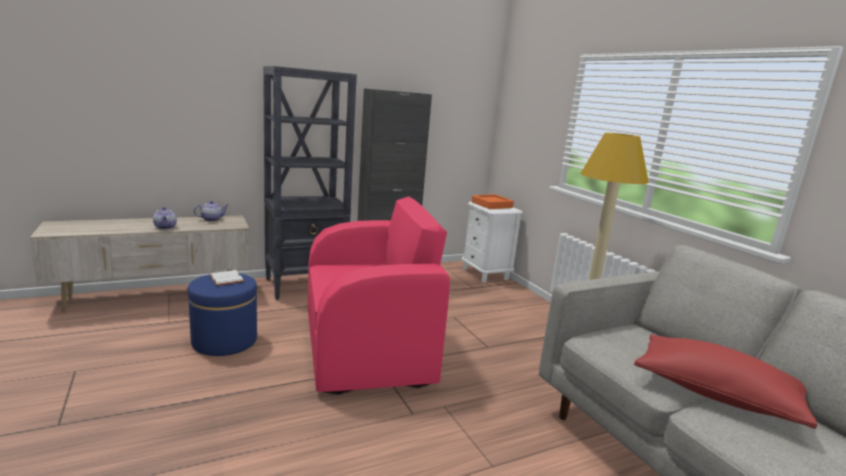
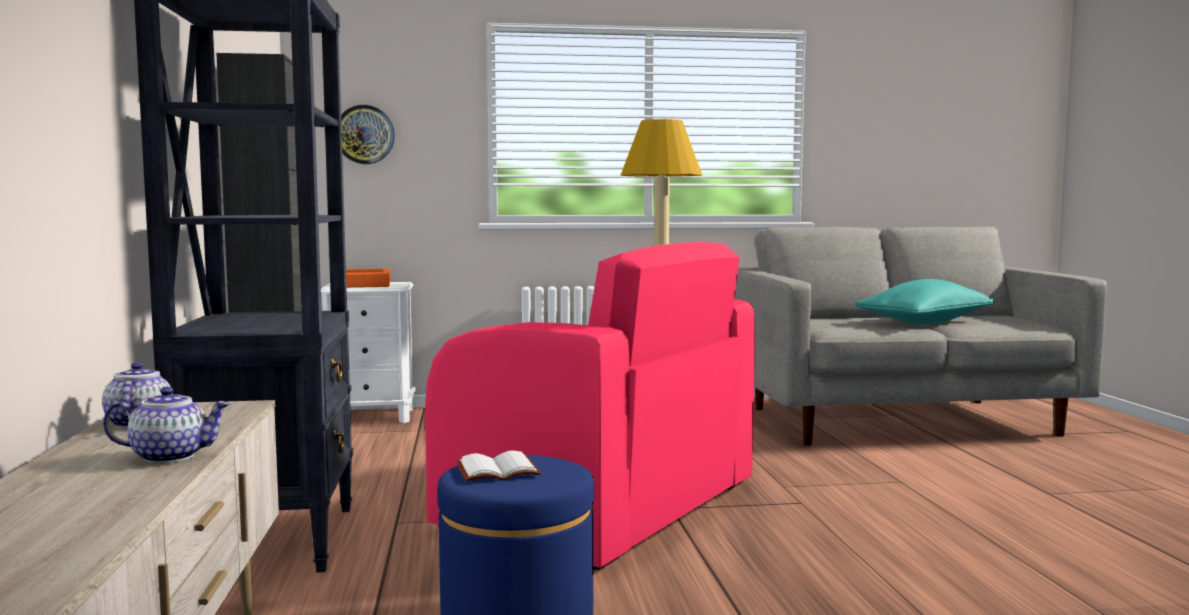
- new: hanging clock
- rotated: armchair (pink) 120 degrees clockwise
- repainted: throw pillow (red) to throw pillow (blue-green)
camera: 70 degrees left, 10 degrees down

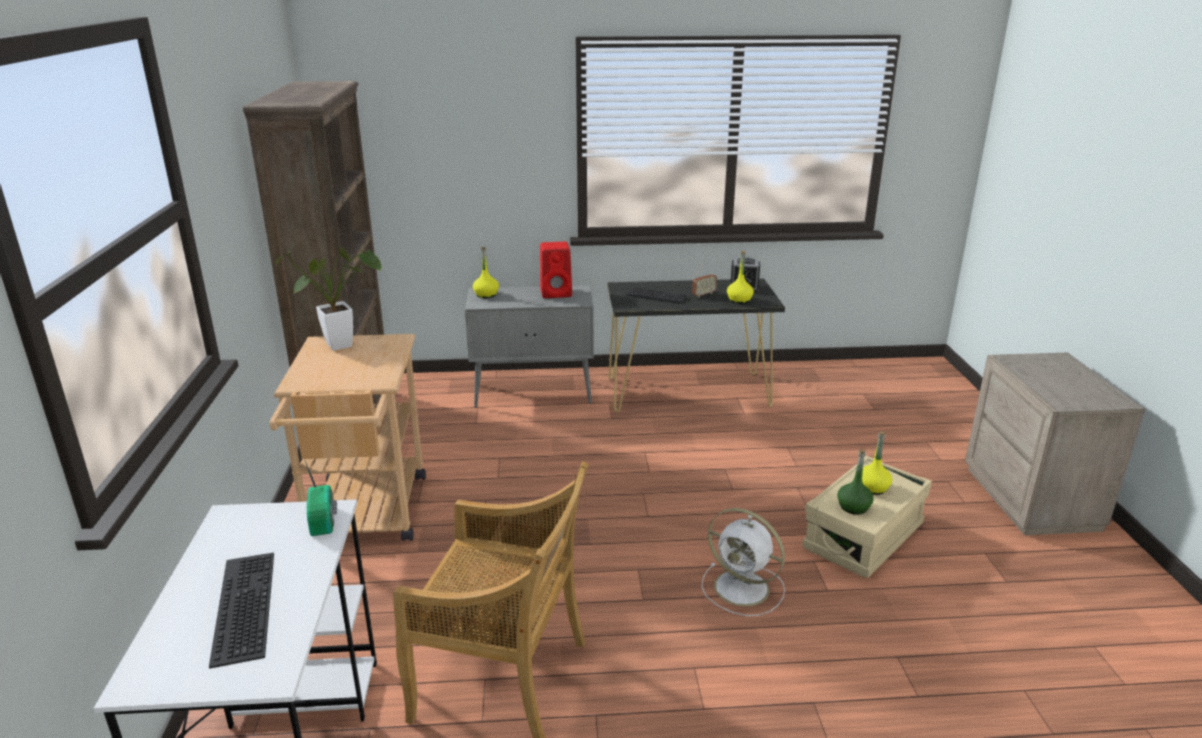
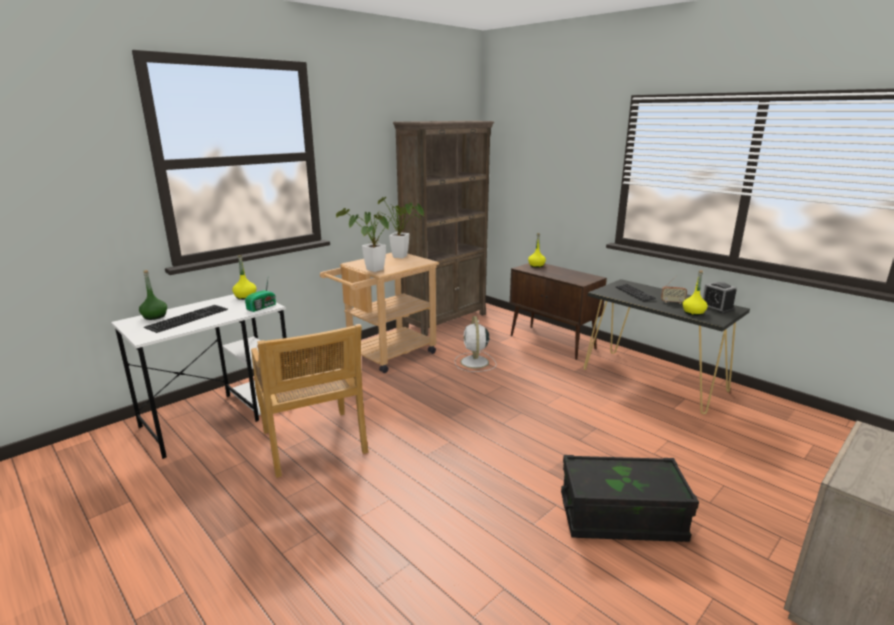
- shifted: drink bottle (green-coloured)
- shifted: drink bottle (yellow-coloured) (no. 3 from left in the first image) to drink bottle (yellow-coloured) (no. 1 from left)
- new: plant in a pot (no. 1 from left)
- shifted: cooling fan (white-coloured)
- repainted: cupboard (gray) to cupboard (brown)
- repainted: storage container (sand-coloured) to storage container (blackish)
- gone: audio speaker (red)
camera: 50 degrees right, 5 degrees down

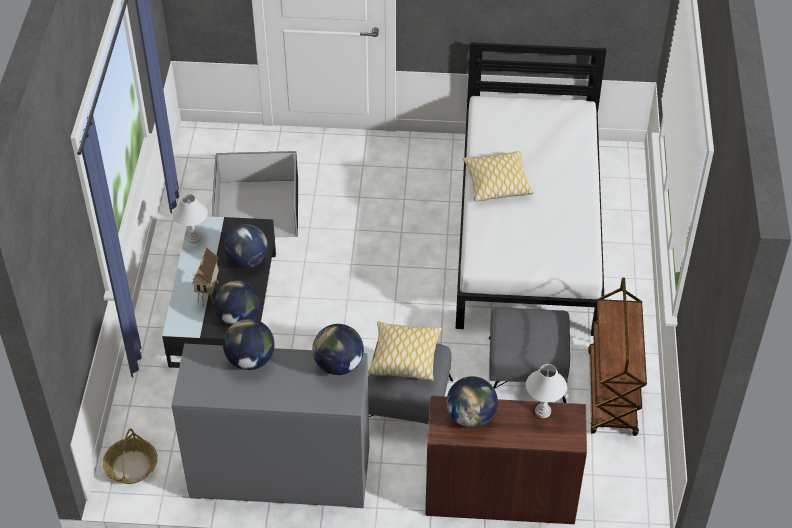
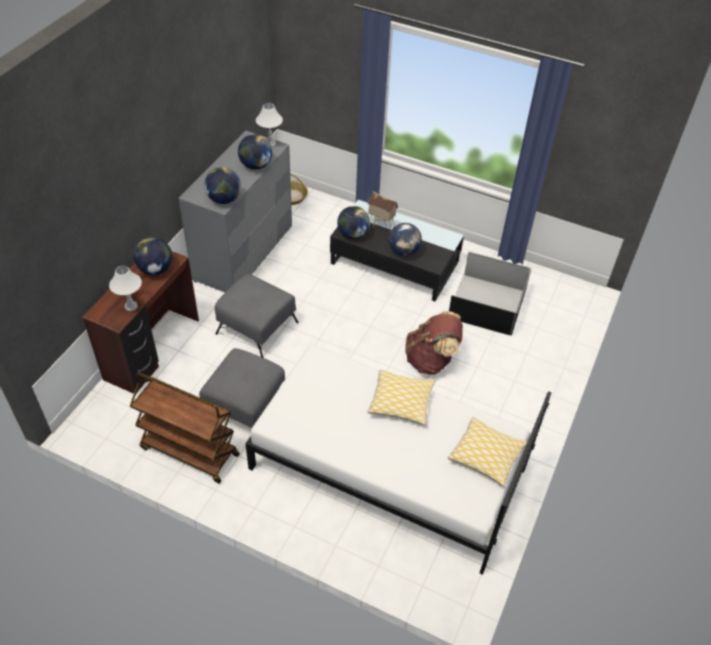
- shifted: table lamp (white-coloured) (no. 1 from left in the first image) to table lamp (white-coloured) (no. 2 from left)
- new: knapsack (brown)
- shifted: throw pillow (no. 1 from left in the first image) to throw pillow (no. 2 from left)
camera: 110 degrees right, 0 degrees up

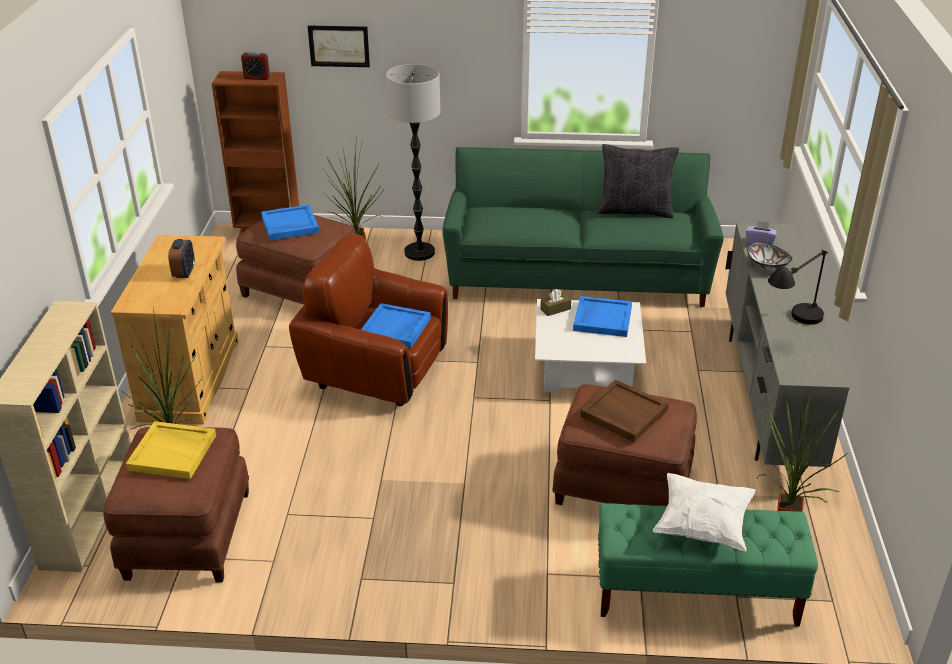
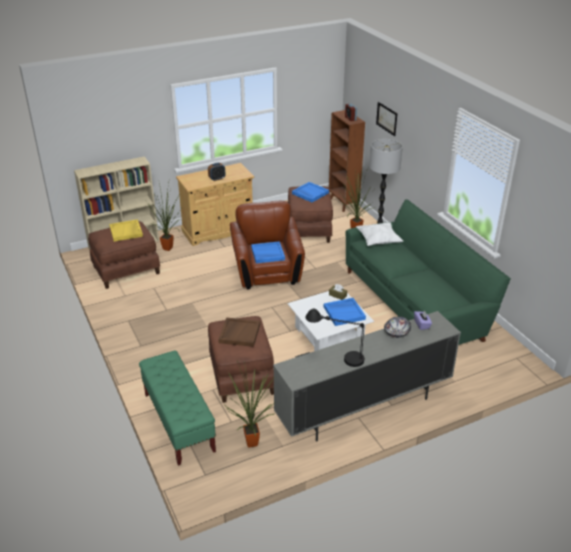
- shifted: throw pillow (white-coloured)
- gone: throw pillow (blackish)
camera: 60 degrees right, 0 degrees up

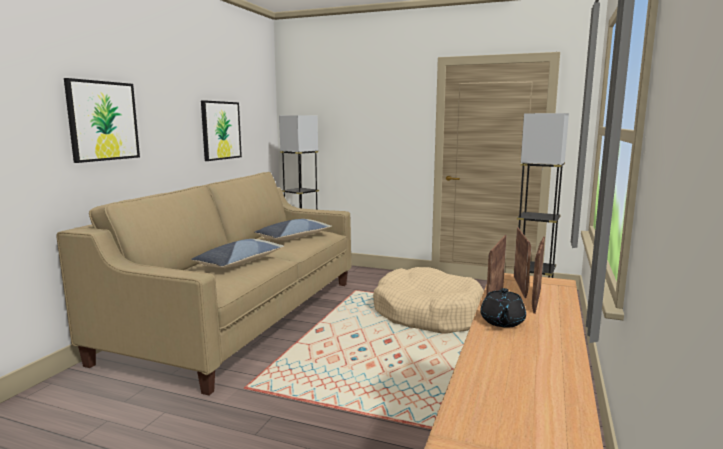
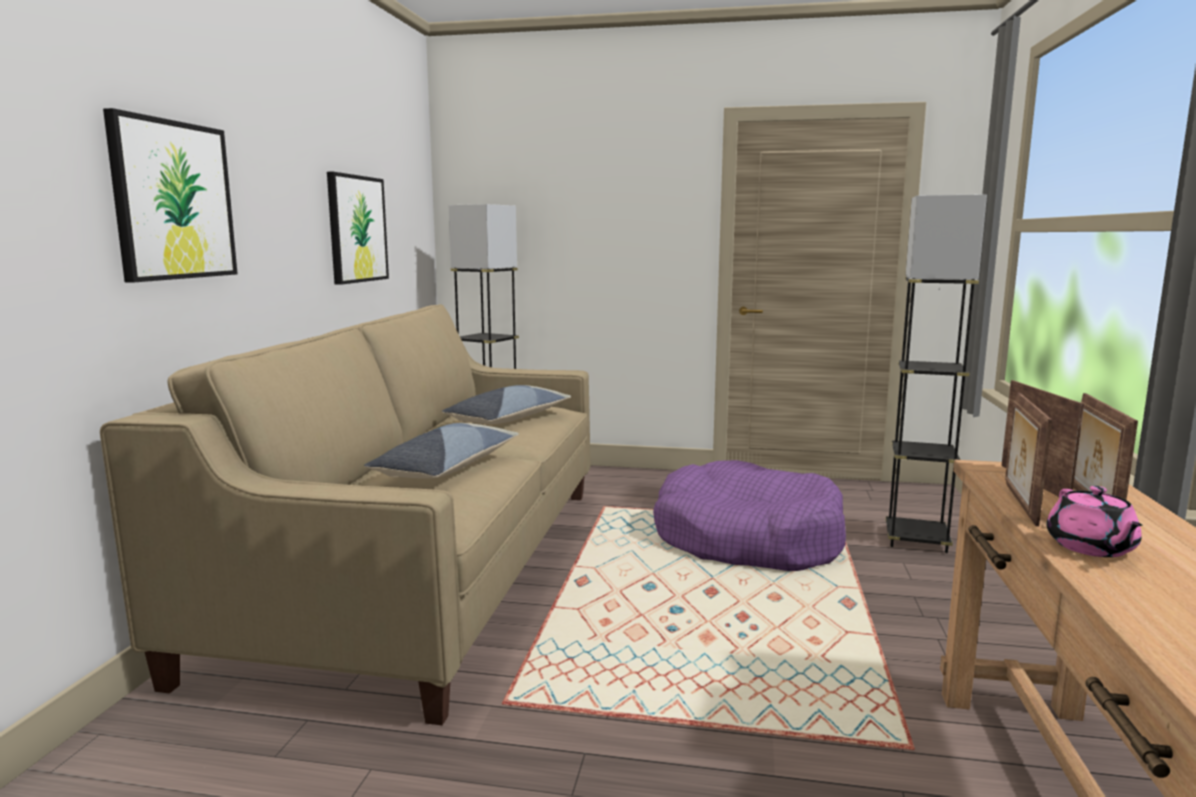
- repainted: dog bed (sand-coloured) to dog bed (purple-coloured)
- repainted: tea pot (blackish) to tea pot (pink)
camera: 10 degrees left, 0 degrees up

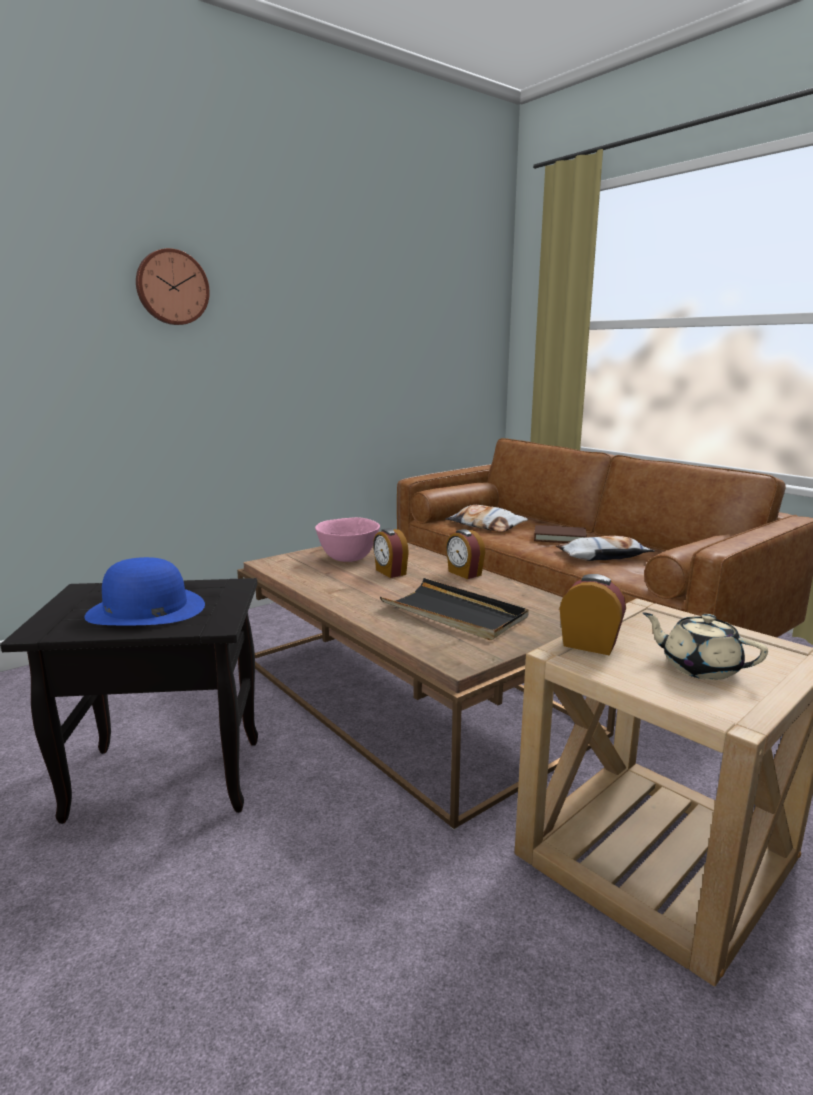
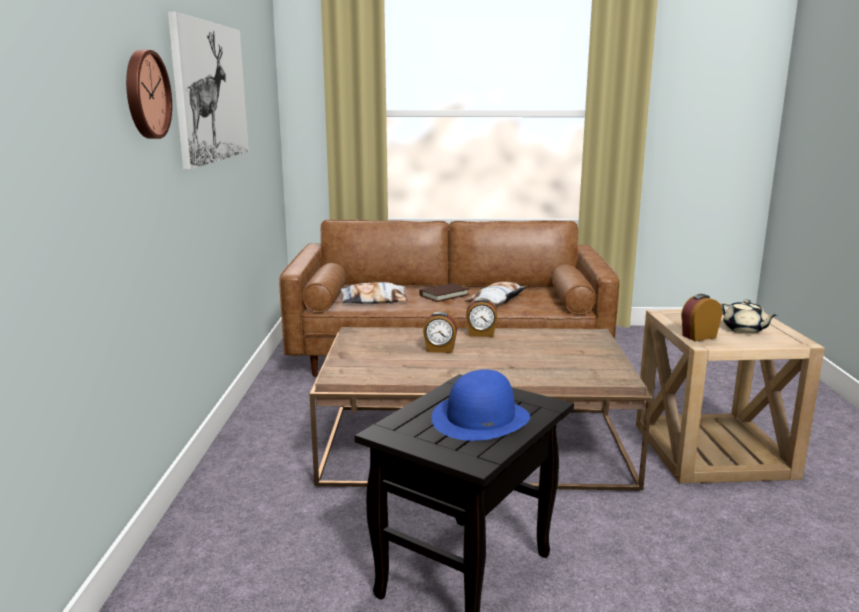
- new: wall picture
- rotated: tea pot (sand-coloured) 105 degrees counterclockwise
- gone: serving bowl (pink)
- gone: tray (blackish)
camera: 50 degrees left, 0 degrees up

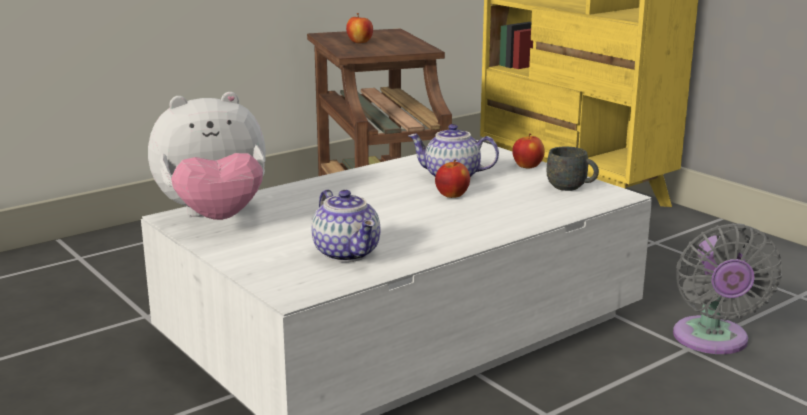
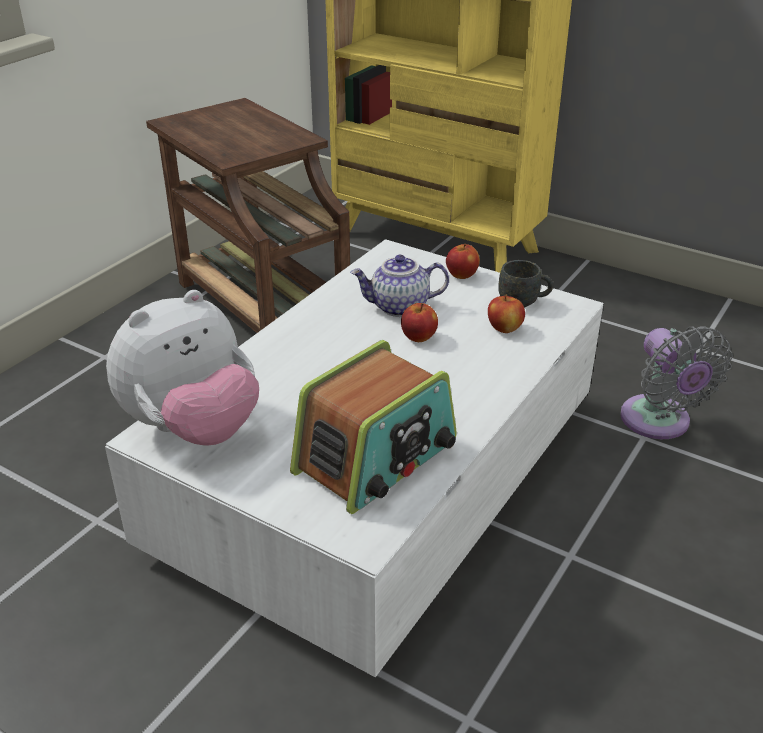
- swapped: tea pot (no. 1 from left) to radio
- shifted: apple fruit (no. 1 from left in the first image) to apple fruit (no. 3 from left)
camera: 20 degrees left, 15 degrees up

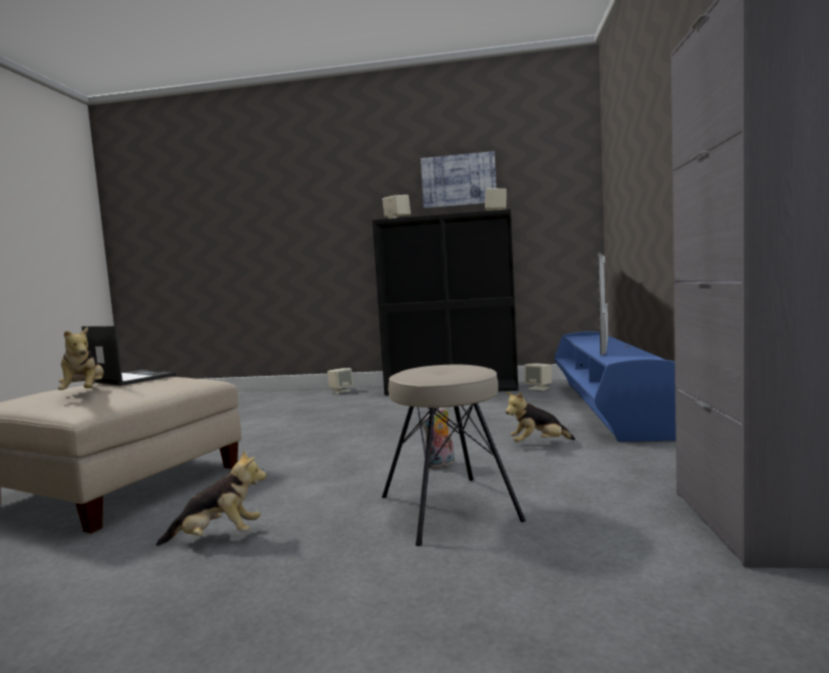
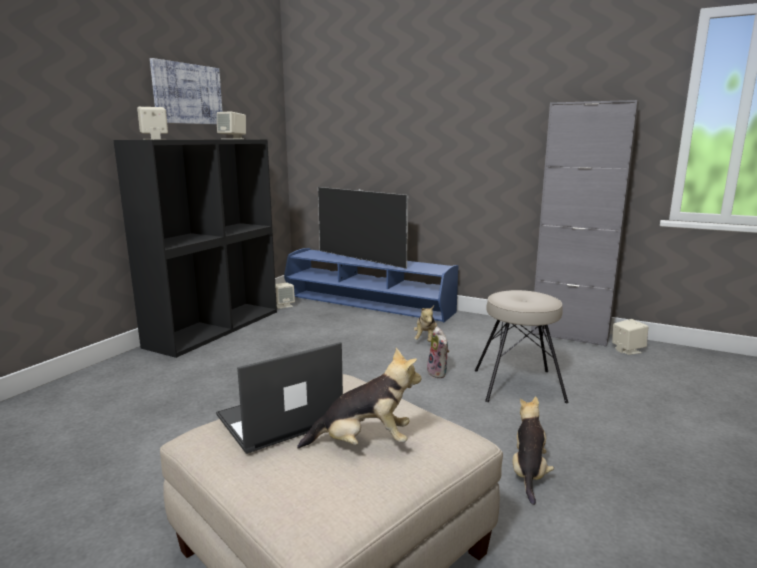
- shifted: audio speaker (sand-coloured) (no. 1 from left in the first image) to audio speaker (sand-coloured) (no. 4 from left)
camera: 70 degrees left, 10 degrees up

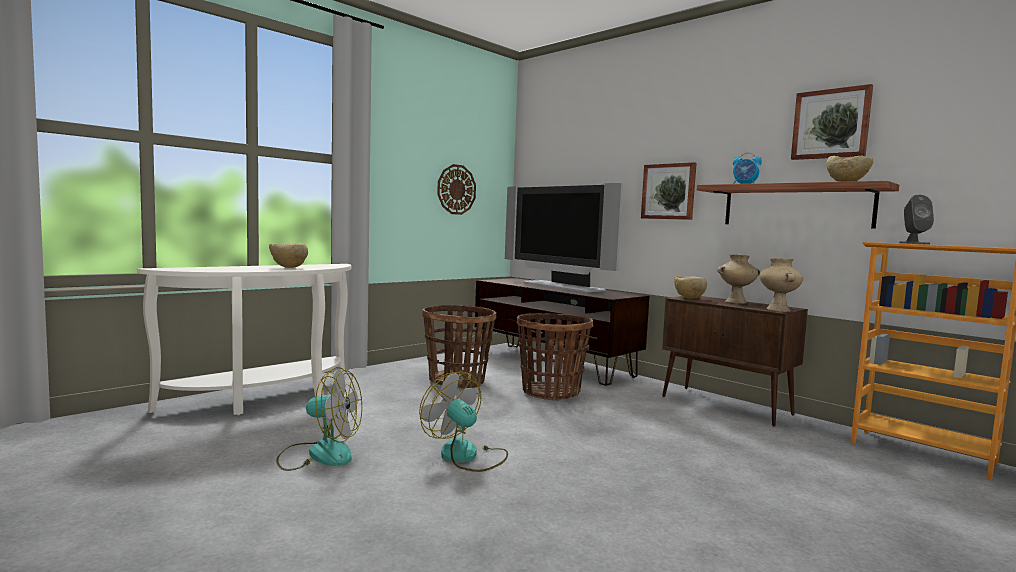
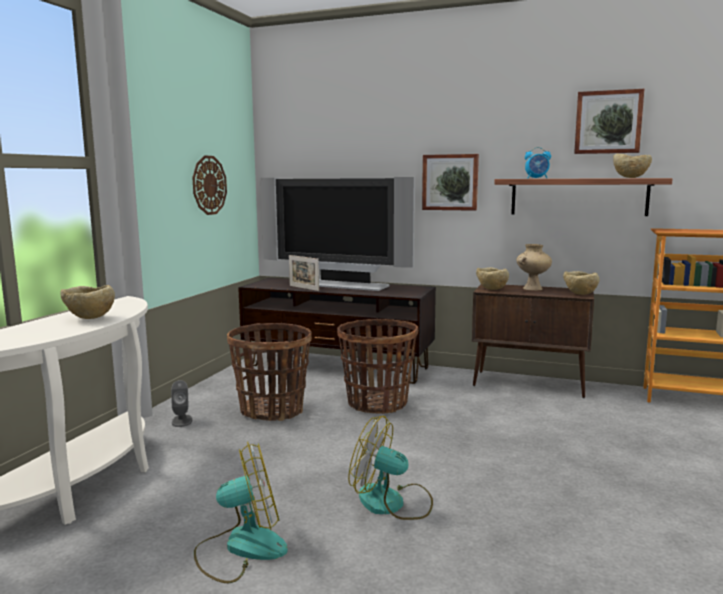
- shifted: audio speaker (gray)
- new: photo frame
- swapped: flower vase (sand-coloured) (no. 2 from left) to serving bowl (sand-coloured) (no. 3 from left)
camera: 25 degrees left, 5 degrees up

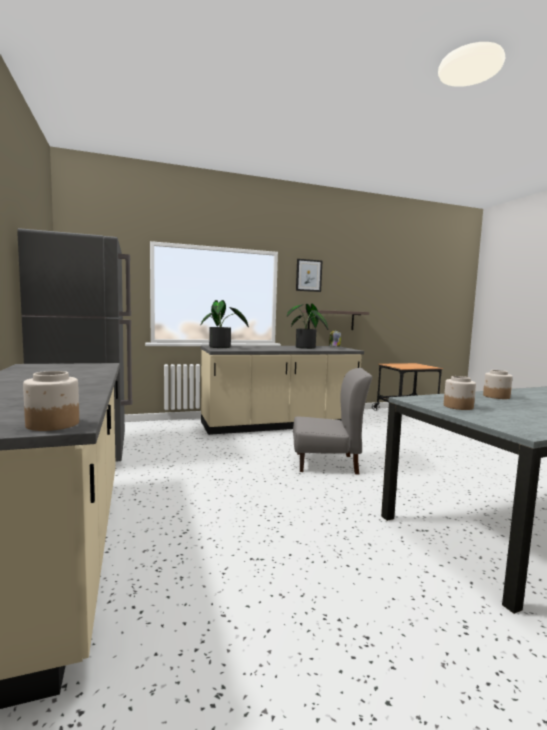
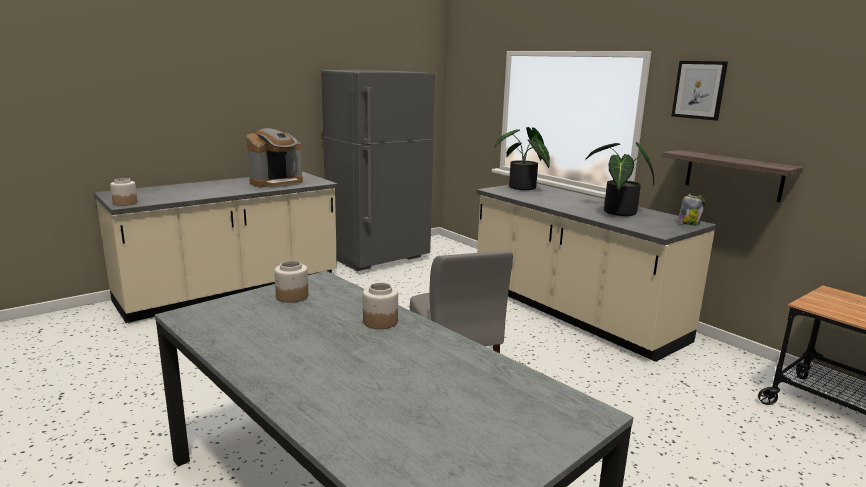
- new: coffee machine
camera: 70 degrees right, 10 degrees up

